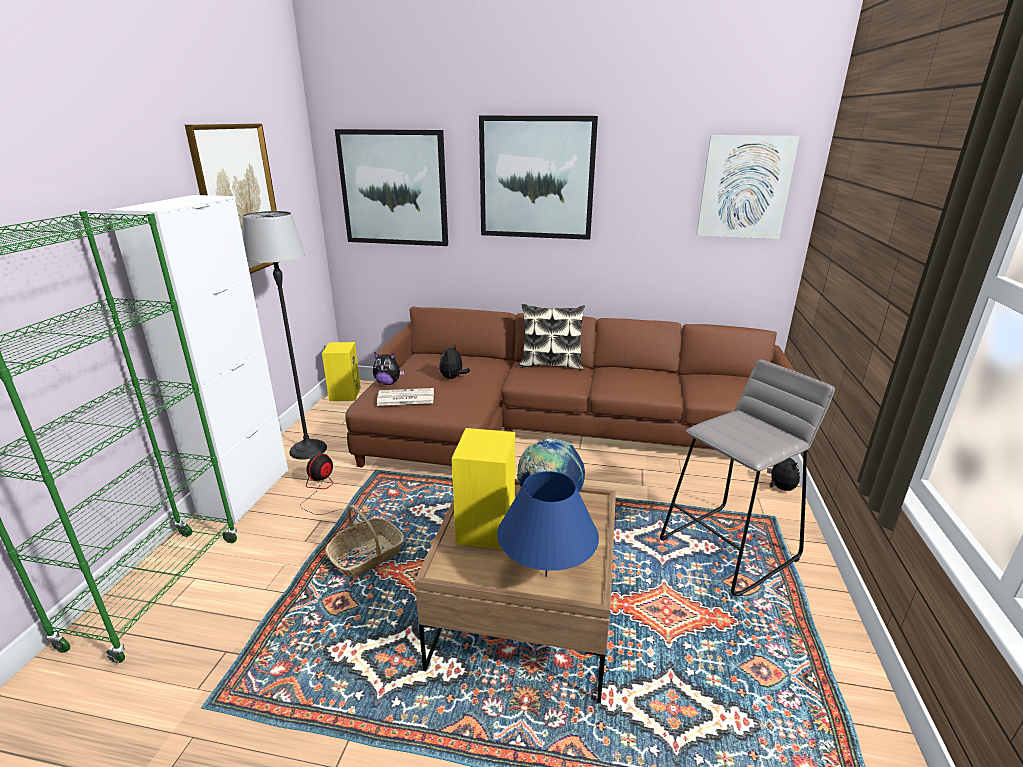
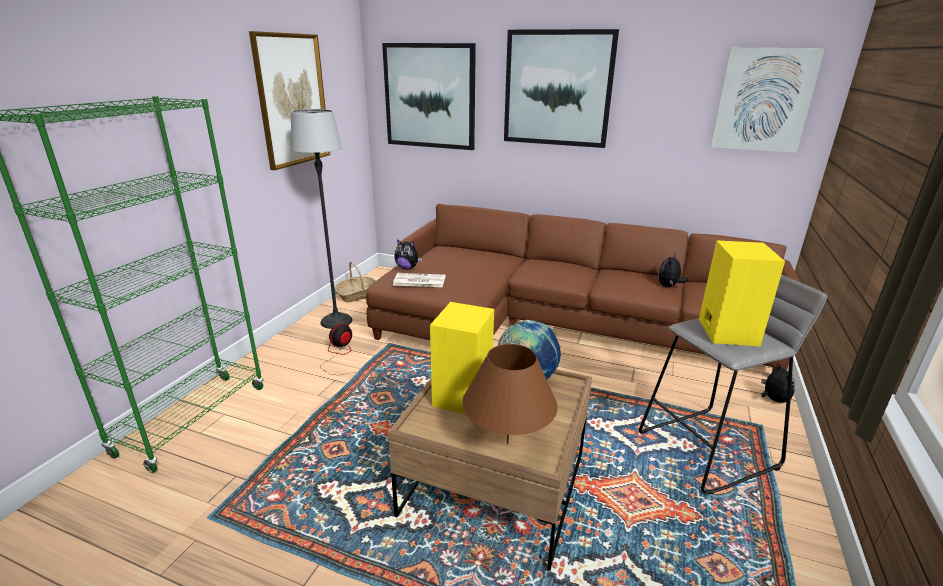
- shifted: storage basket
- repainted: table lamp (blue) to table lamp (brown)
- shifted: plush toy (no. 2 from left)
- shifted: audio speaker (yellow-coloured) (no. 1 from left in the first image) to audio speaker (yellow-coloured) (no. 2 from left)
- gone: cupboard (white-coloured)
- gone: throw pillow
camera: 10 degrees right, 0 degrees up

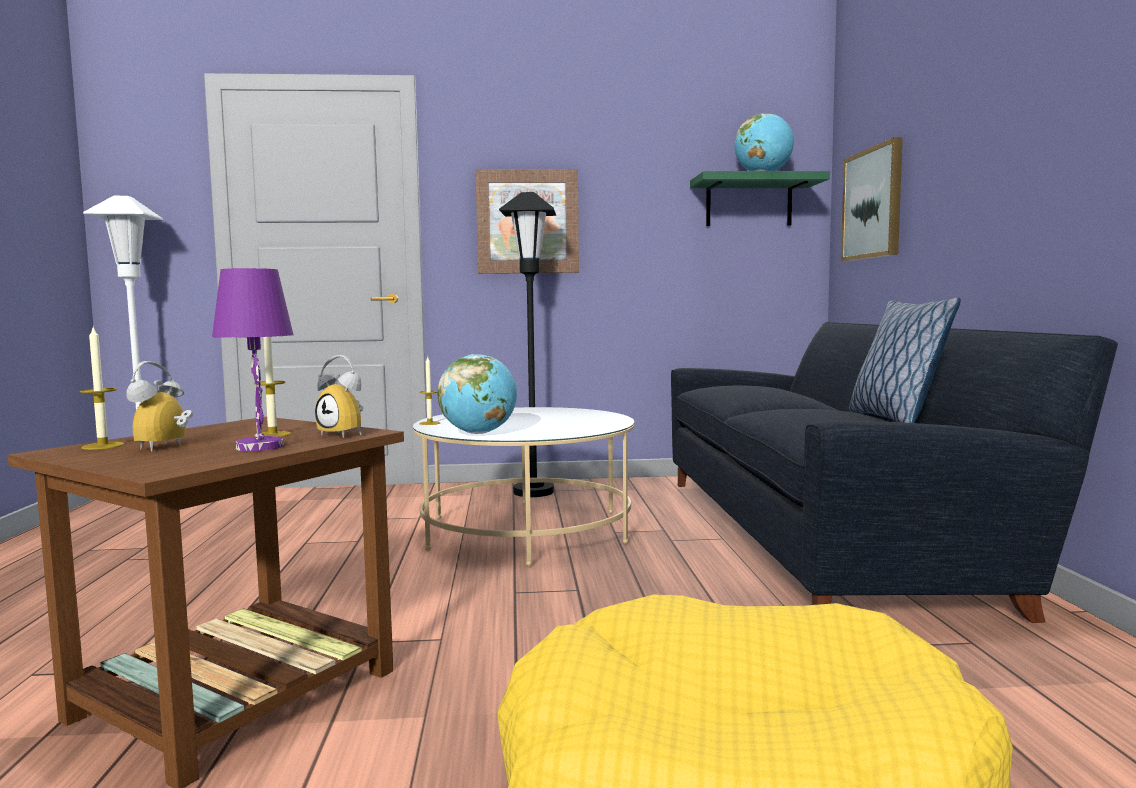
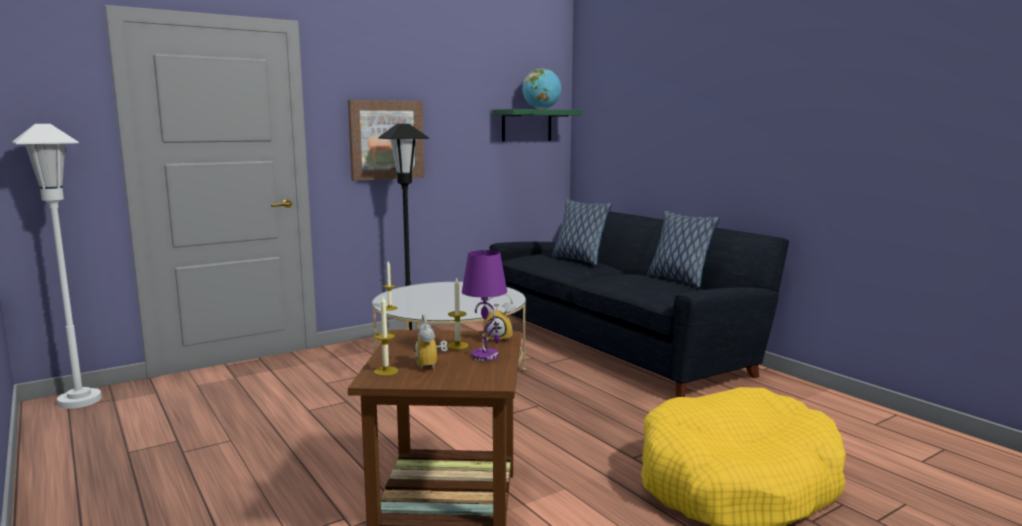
- new: throw pillow (no. 1 from left)
- gone: desk globe (no. 1 from left)
- gone: wall picture (no. 2 from left)
camera: 30 degrees left, 5 degrees up

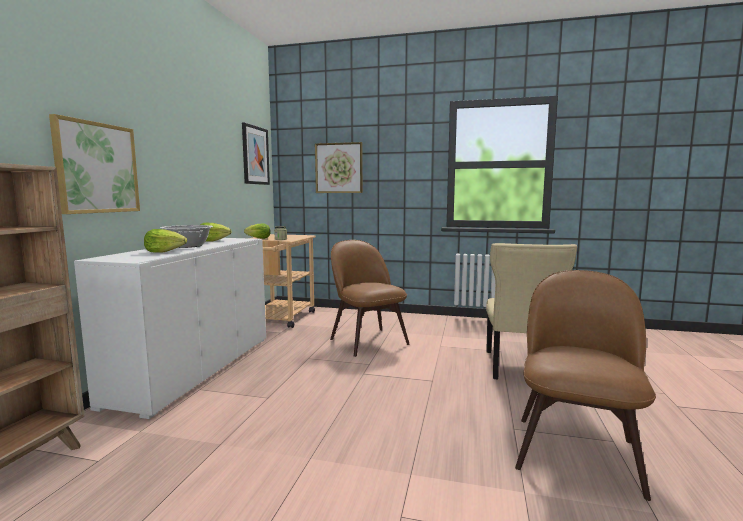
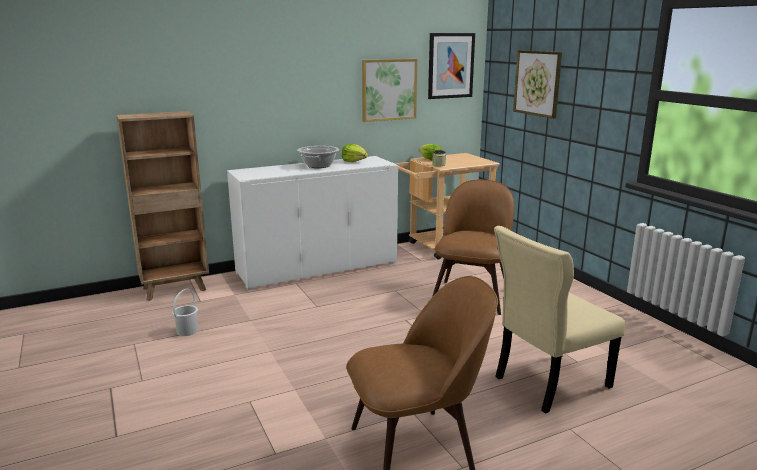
- new: water bucket (white-coloured)
- shifted: wall picture (no. 1 from left)
- gone: lettuce (no. 1 from left)
camera: 50 degrees right, 10 degrees up

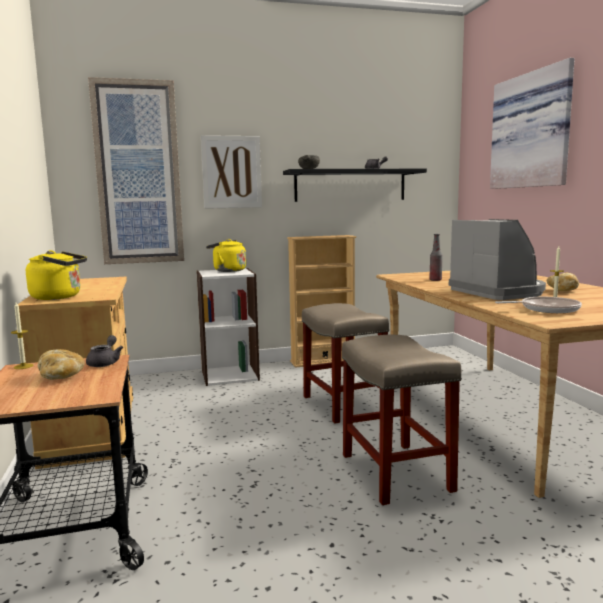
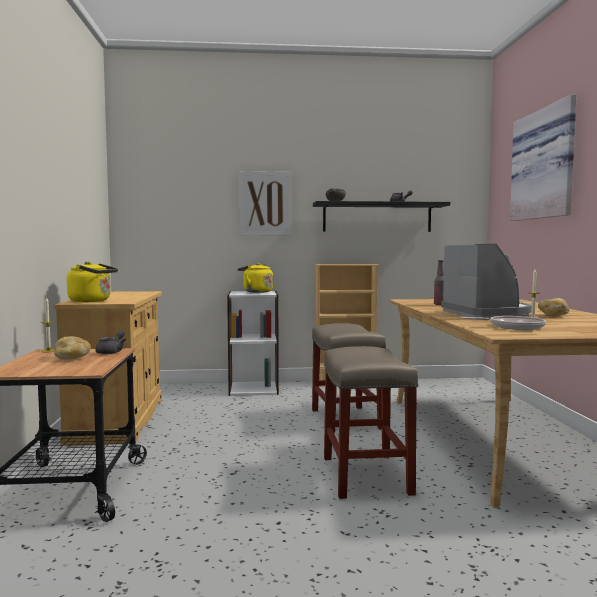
- gone: wall picture (no. 1 from left)
camera: 10 degrees right, 5 degrees down

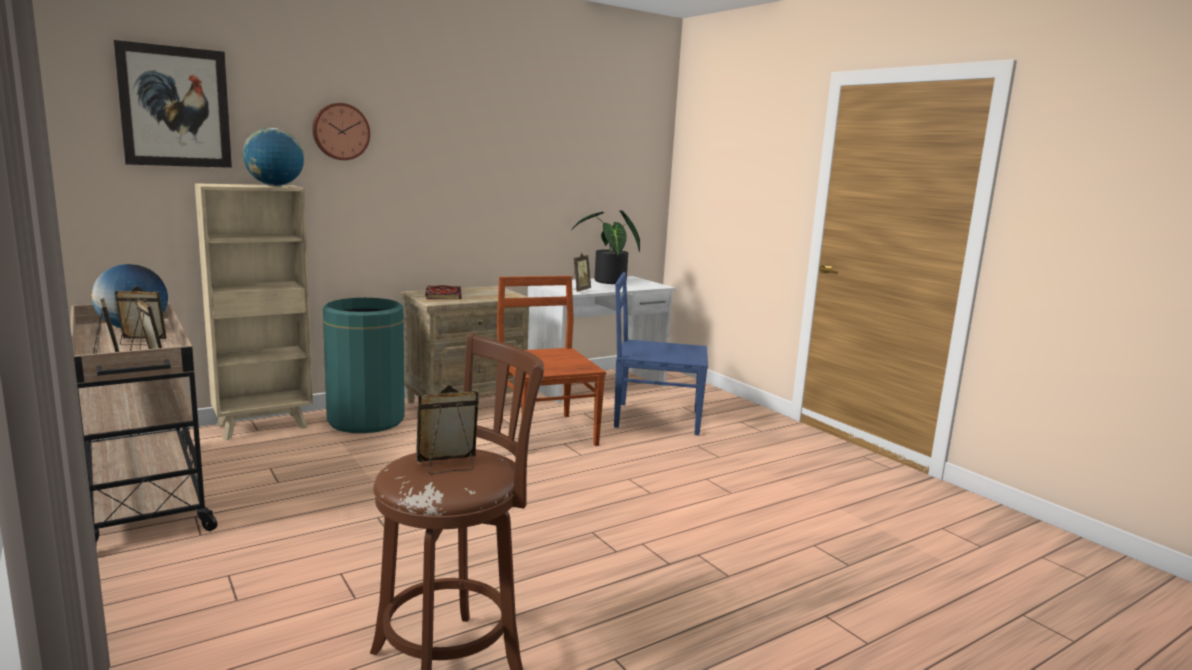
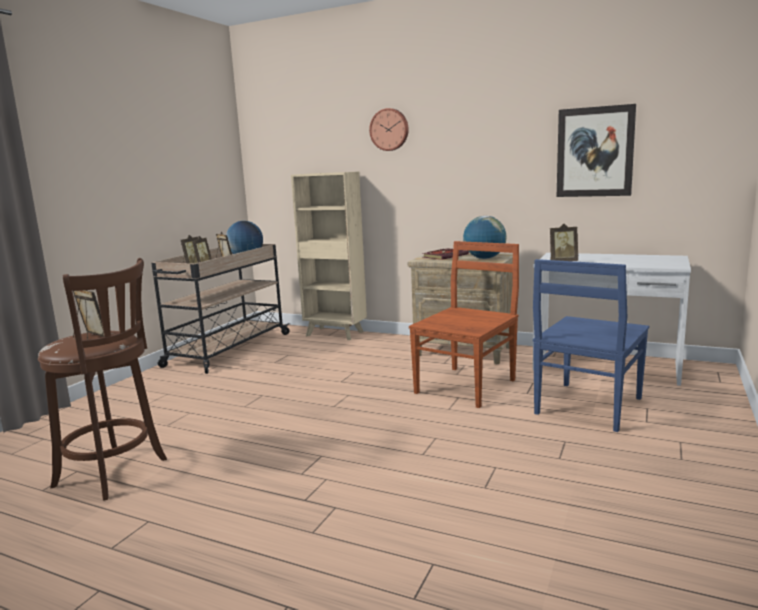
- shifted: desk globe (no. 2 from left)
- rotated: upright chair (blue) 120 degrees counterclockwise
- shifted: wall picture
- gone: trash can (green-coloured)
- gone: plant in a pot
camera: 60 degrees right, 0 degrees up

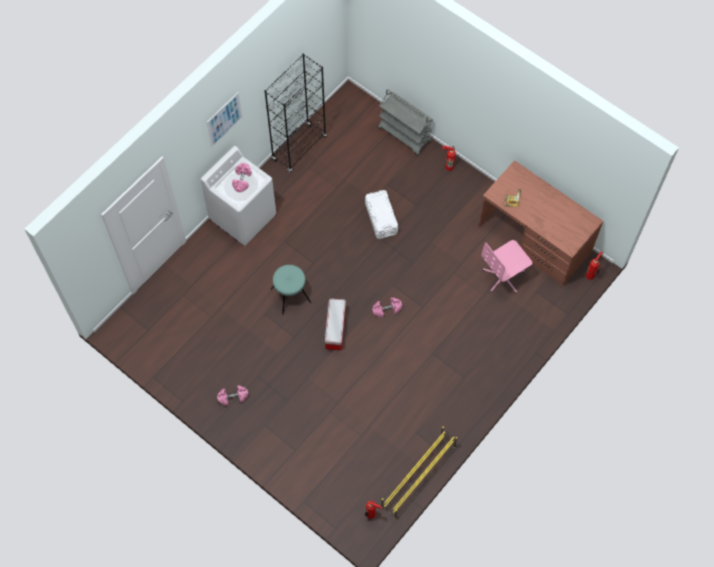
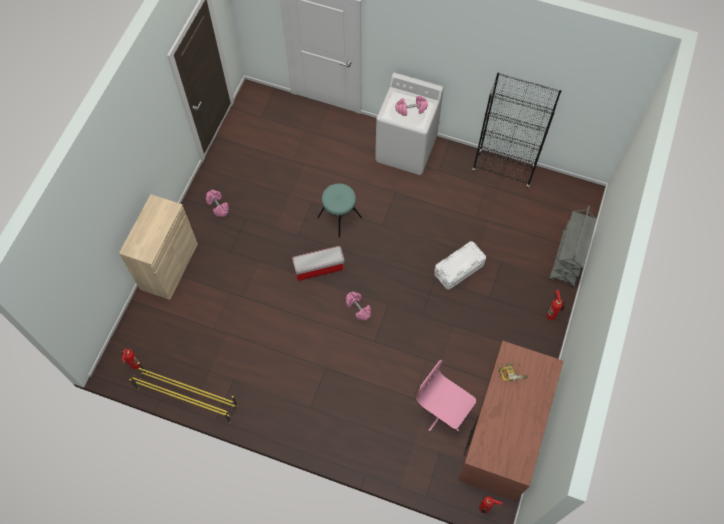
- new: cupboard (sand-coloured)
- gone: wall picture
camera: 70 degrees right, 0 degrees up

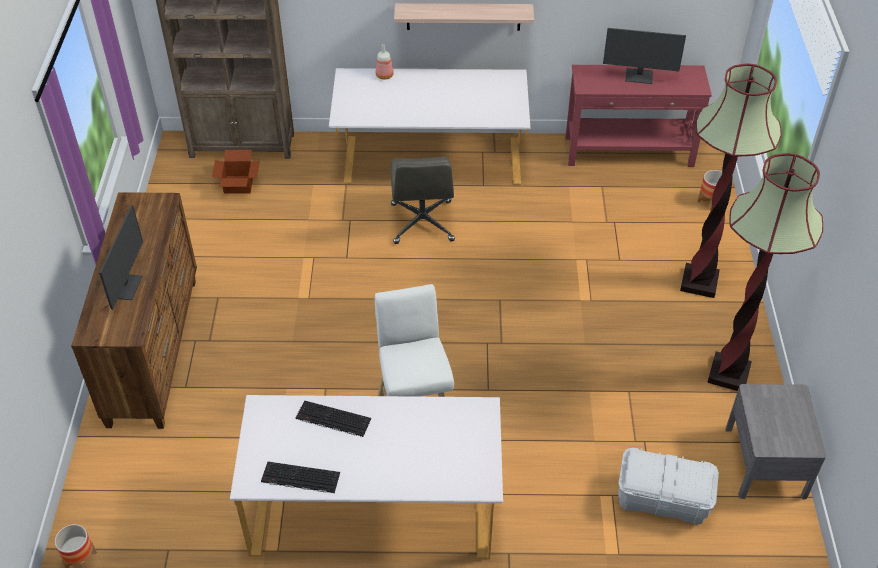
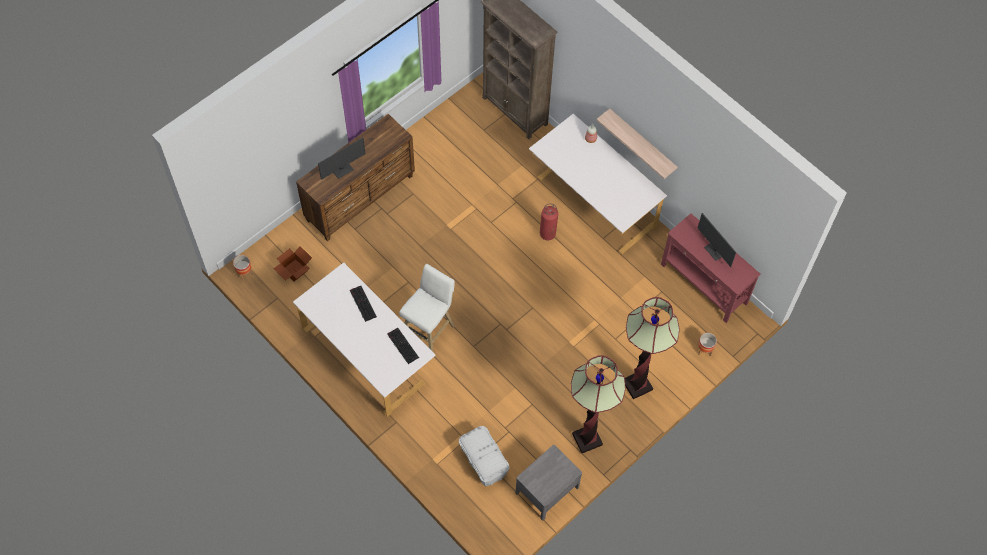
- shifted: cardboard box
- shifted: PC keyboard (no. 1 from left in the first image) to PC keyboard (no. 2 from left)
- swapped: desk chair (gray) to fire extinguisher
camera: 45 degrees right, 15 degrees up

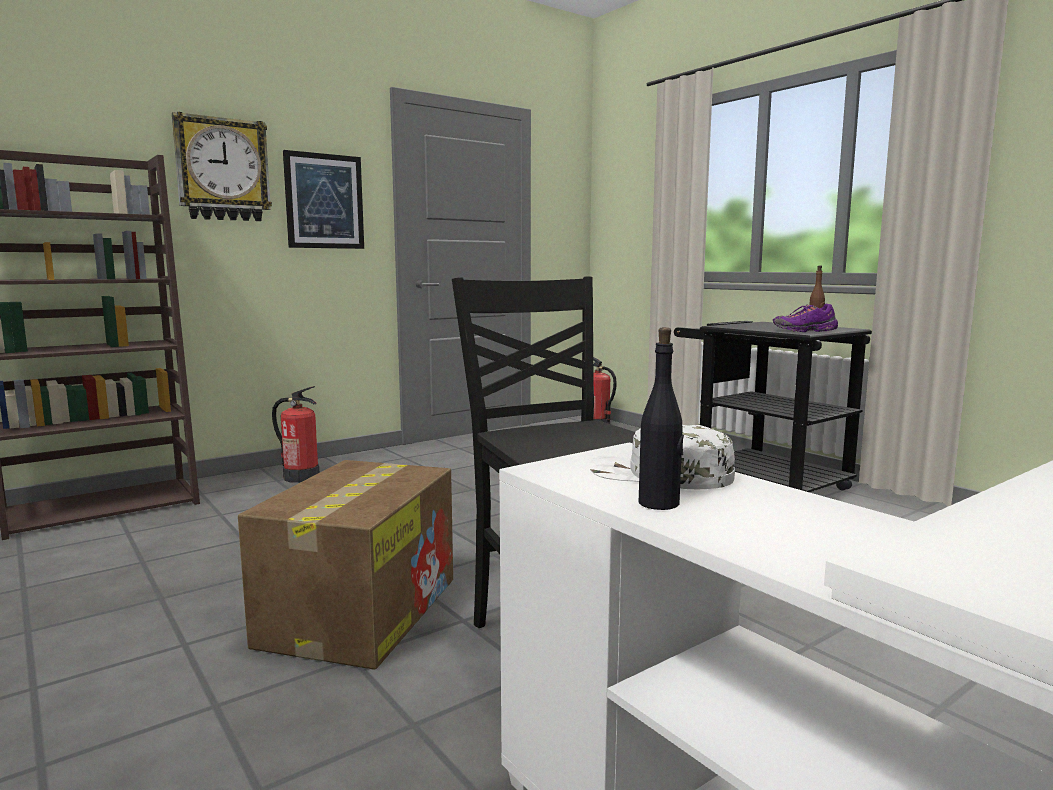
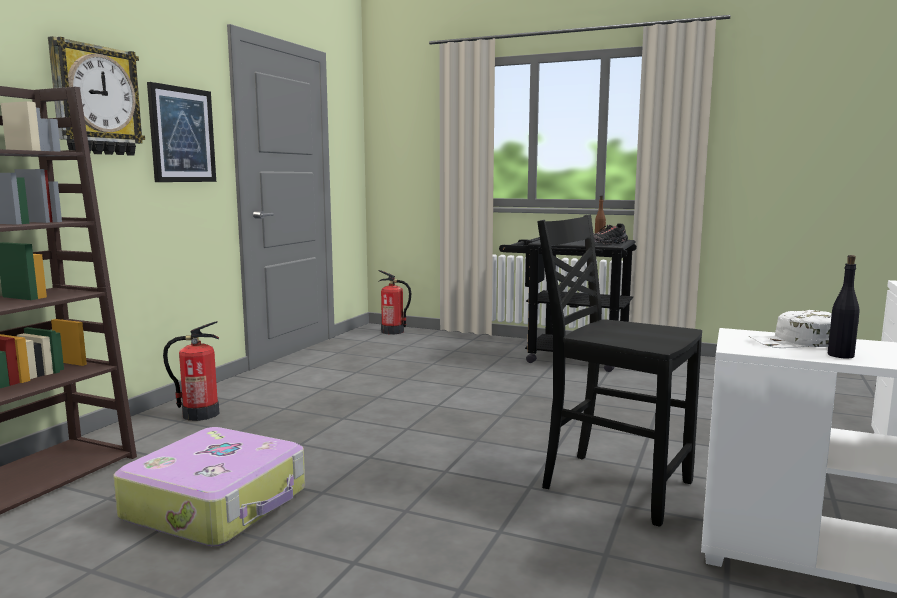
- new: piece of luggage
- repainted: item of footwear (purple-coloured) to item of footwear (blackish)
- gone: cardboard box
camera: 30 degrees left, 0 degrees up

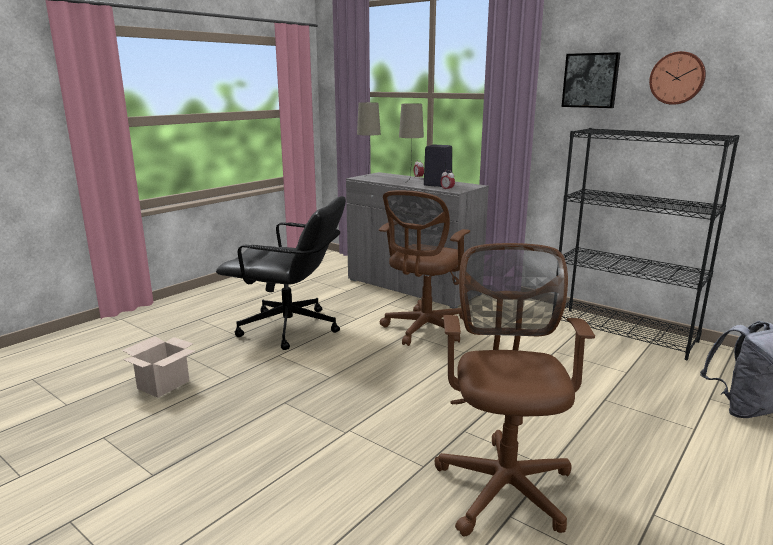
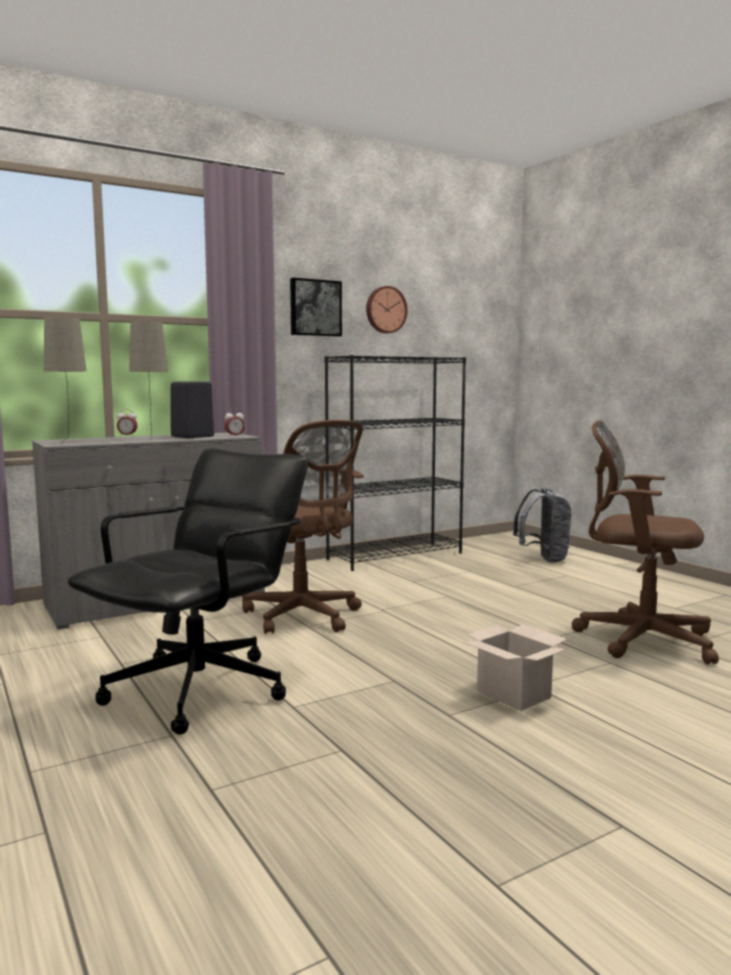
- shifted: cardboard box
camera: 70 degrees left, 10 degrees down

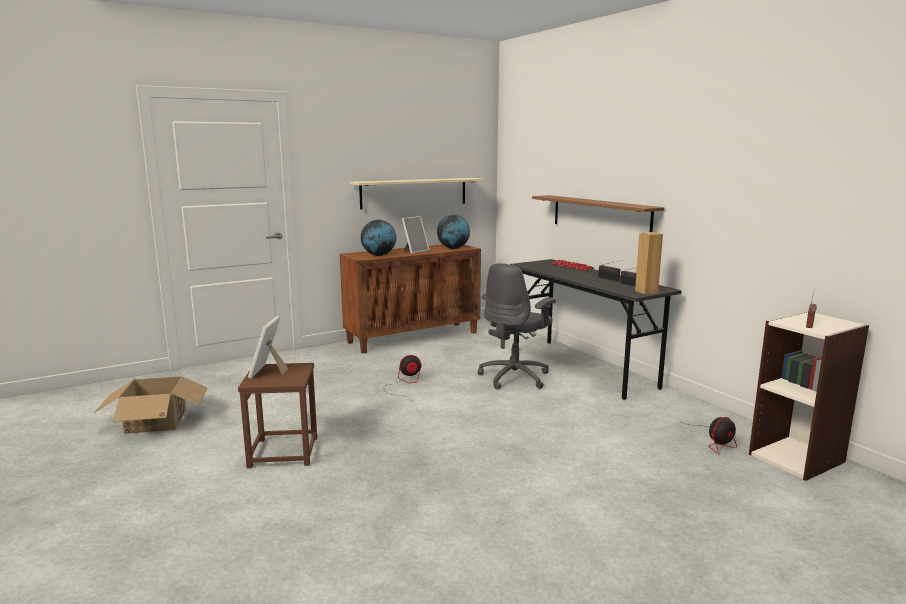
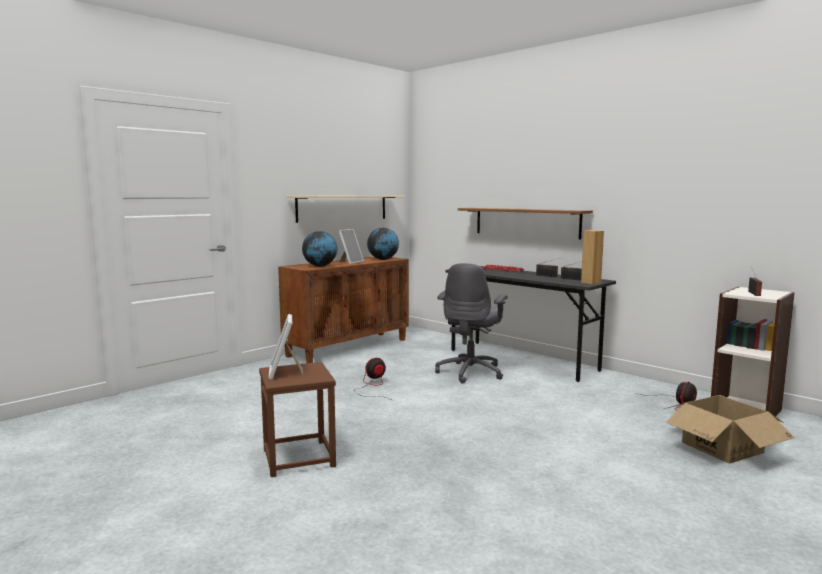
- shifted: cardboard box
camera: 15 degrees left, 5 degrees down

